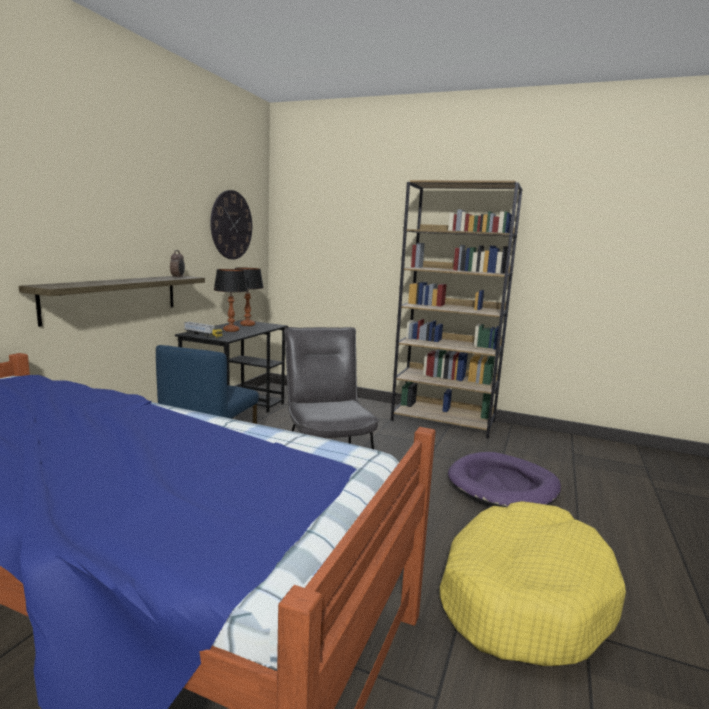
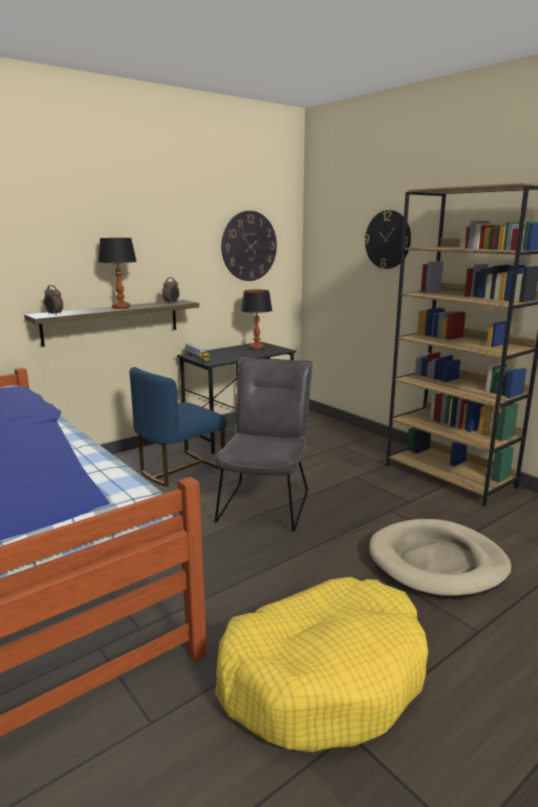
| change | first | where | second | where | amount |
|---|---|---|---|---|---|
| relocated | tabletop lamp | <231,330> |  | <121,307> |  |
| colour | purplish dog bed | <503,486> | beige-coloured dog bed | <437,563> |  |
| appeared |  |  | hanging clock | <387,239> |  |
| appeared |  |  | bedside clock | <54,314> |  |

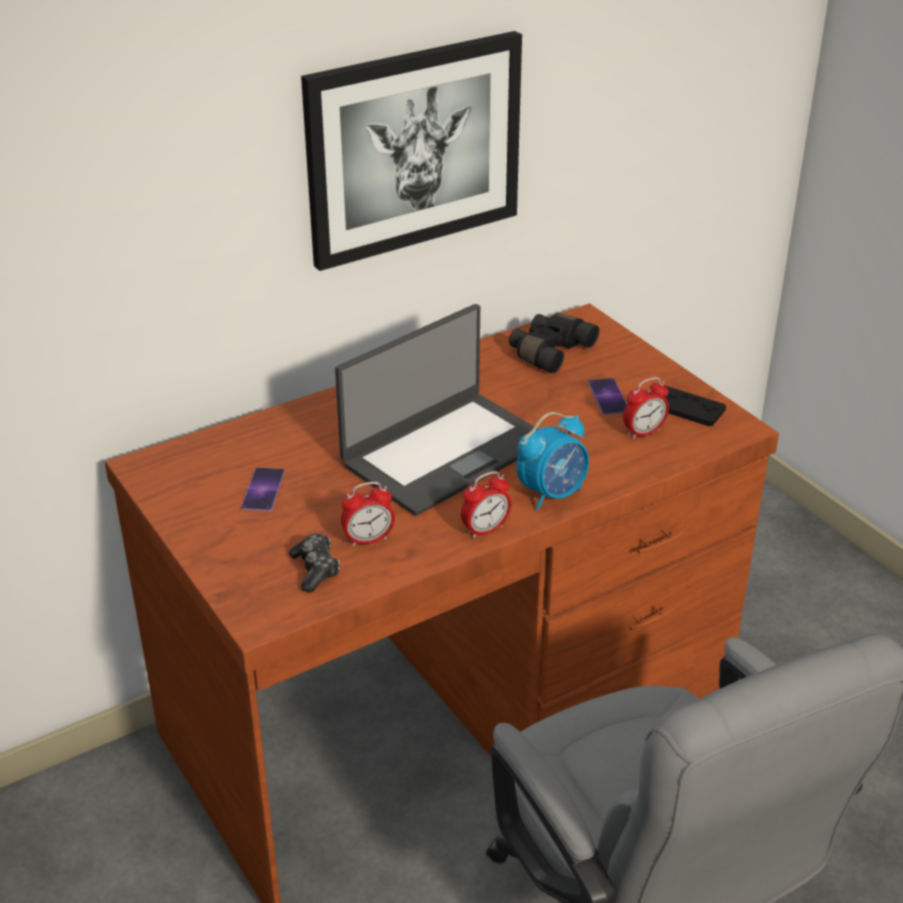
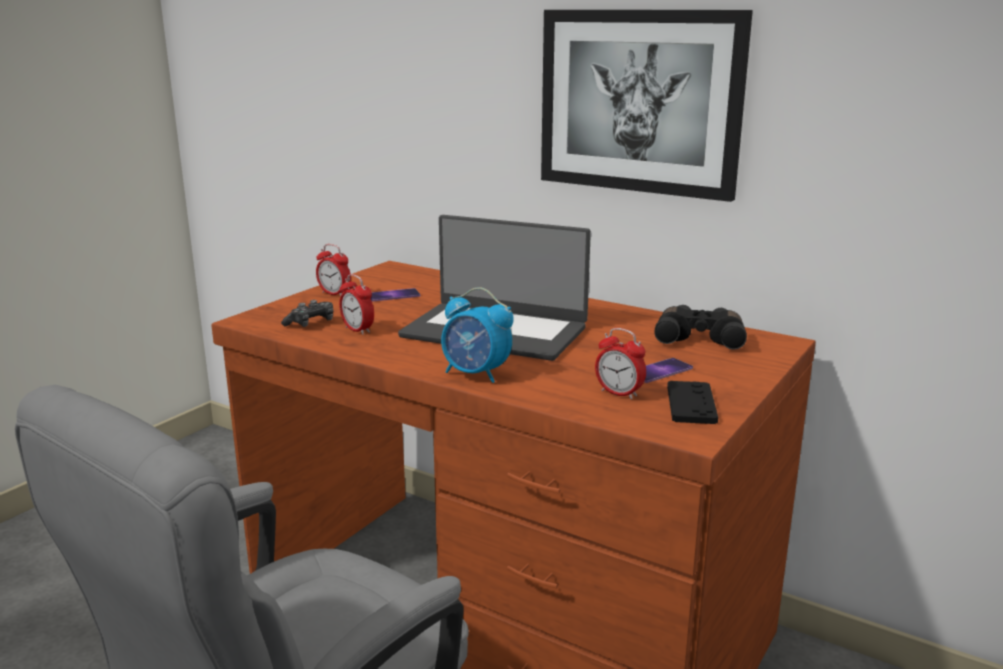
| change | first | where | second | where | amount |
|---|---|---|---|---|---|
| relocated | bedside clock | <485,530> |  | <334,294> |  |

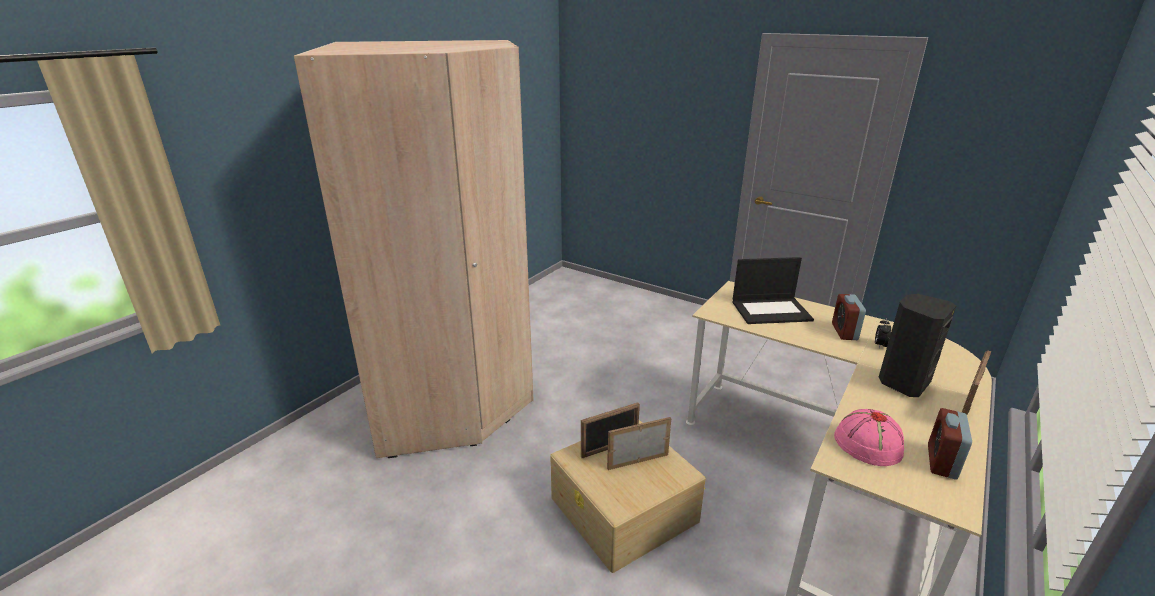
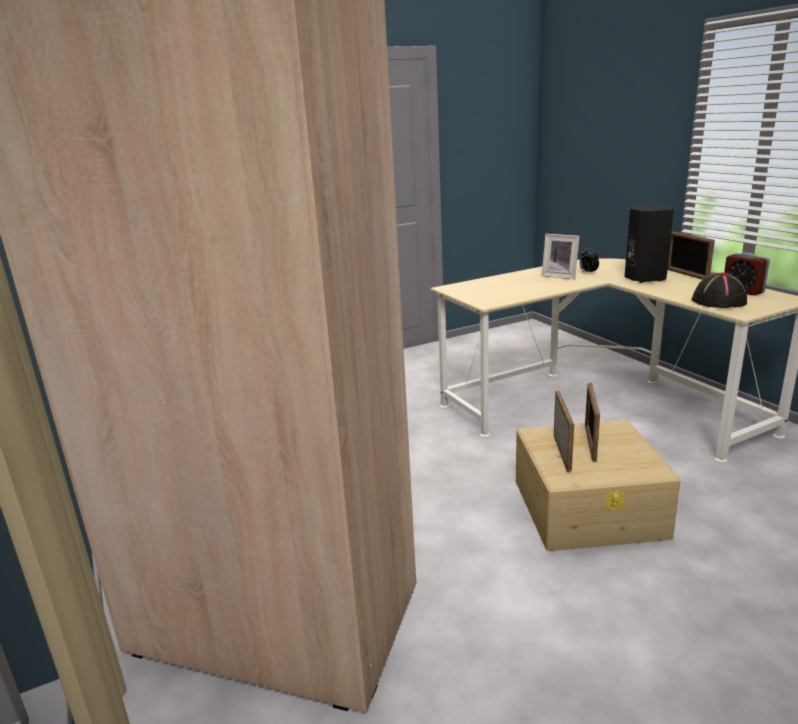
| change | first | where | second | where | amount |
|---|---|---|---|---|---|
| missing | notebook computer | <771,310> |  |  |  |
| exchanged | bedside clock | <844,332> | picture frame | <560,276> |  |
| colour | pinkish clothing hat | <867,444> | black-coloured clothing hat | <718,302> |  |

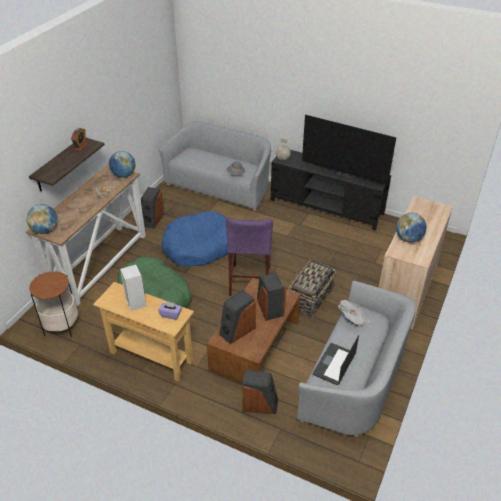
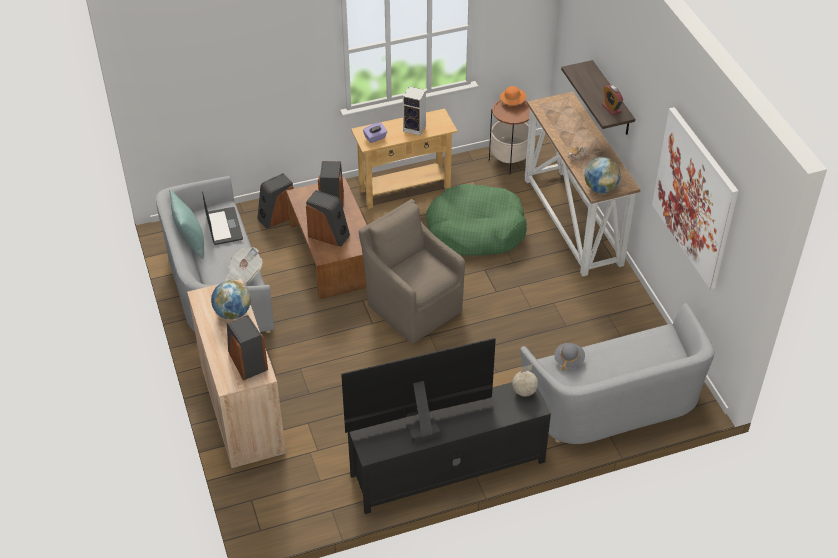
| change | first | where | second | where | amount |
|---|---|---|---|---|---|
| relocated | audio speaker | <153,220> |  | <247,361> |  |
| missing | globe | <45,230> |  |  |  |
| missing | bluish dog bed | <199,247> |  |  |  |
| exchanged | purplish sitting stool | <250,280> | brown lounge chair | <413,306> |  |
| missing | basket | <310,299> |  |  |  |
| appeared |  |  | orange-coloured clothing hat | <512,101> |  |
| appeared |  |  | wall art | <695,197> |  |
| appeared |  |  | turquoise throw pillow | <190,242> |  |

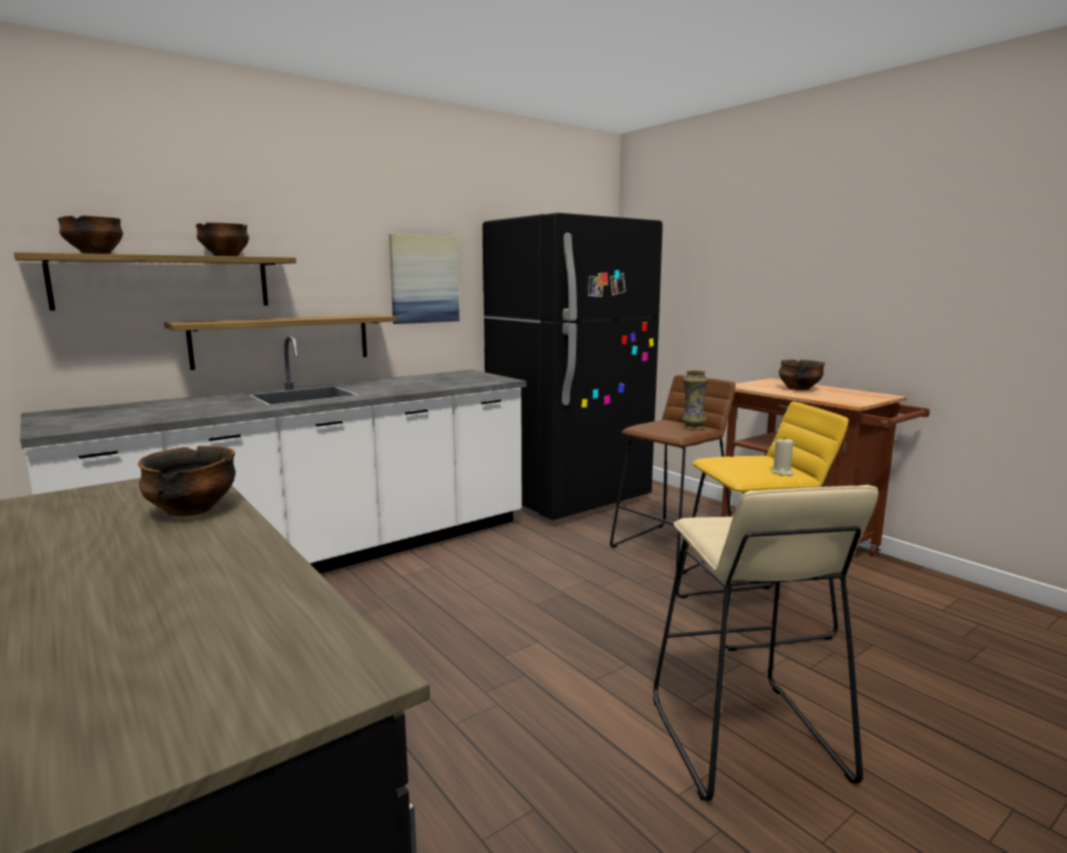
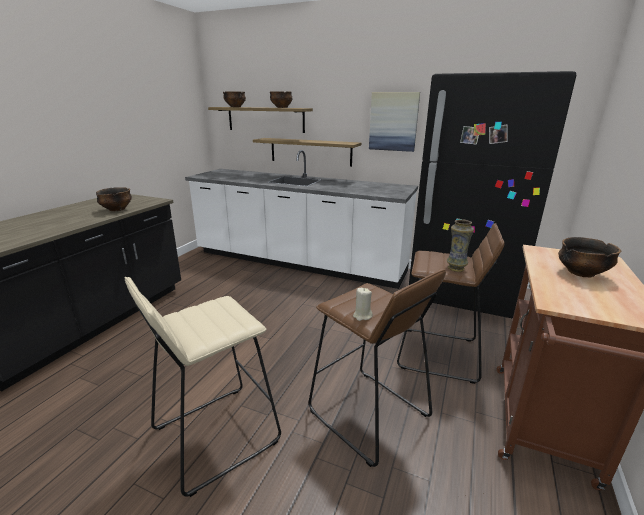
| change | first | where | second | where | amount |
|---|---|---|---|---|---|
| colour | yellow sitting stool | <752,616> | brown sitting stool | <368,415> |  |

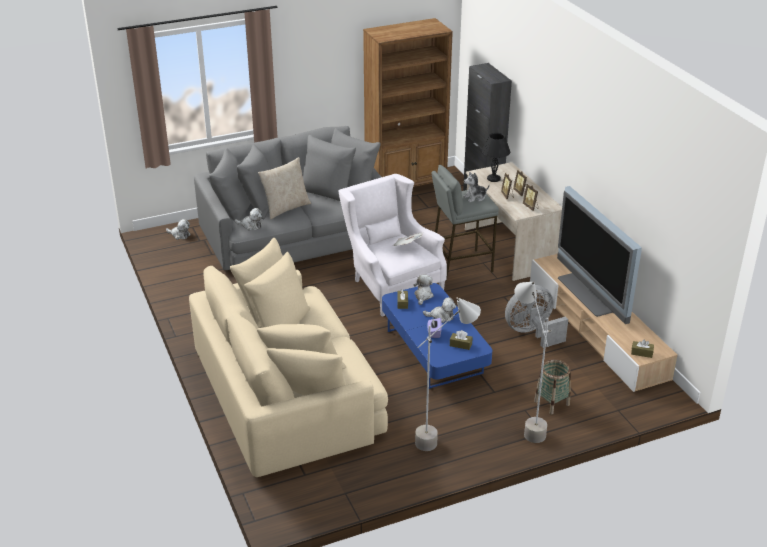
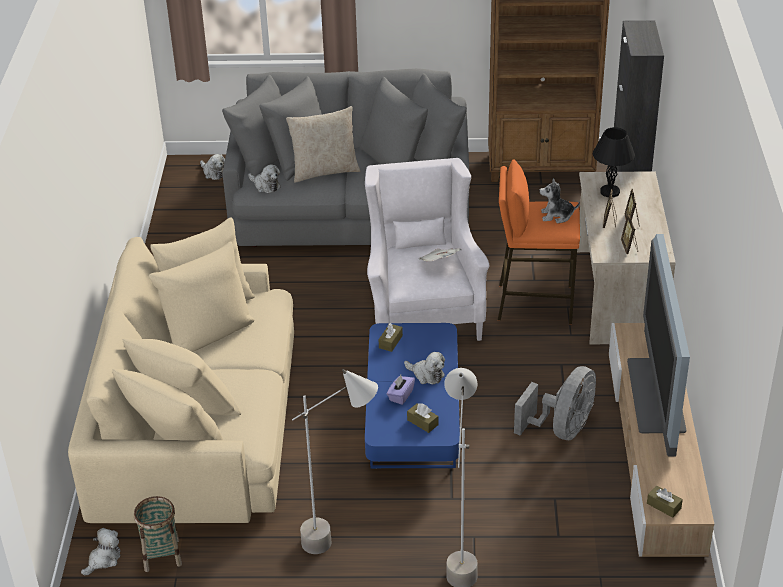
| change | first | where | second | where | amount |
|---|---|---|---|---|---|
| colour | grey sitting stool | <460,265> | orange-coloured sitting stool | <534,303> |  |
| relocated | cuddly toy | <423,296> |  | <103,559> |  |
| spun | grey cooling fan | <532,333> |  | <562,429> | 120 degrees clockwise |
| relocated | basket | <552,403> |  | <162,555> |  |

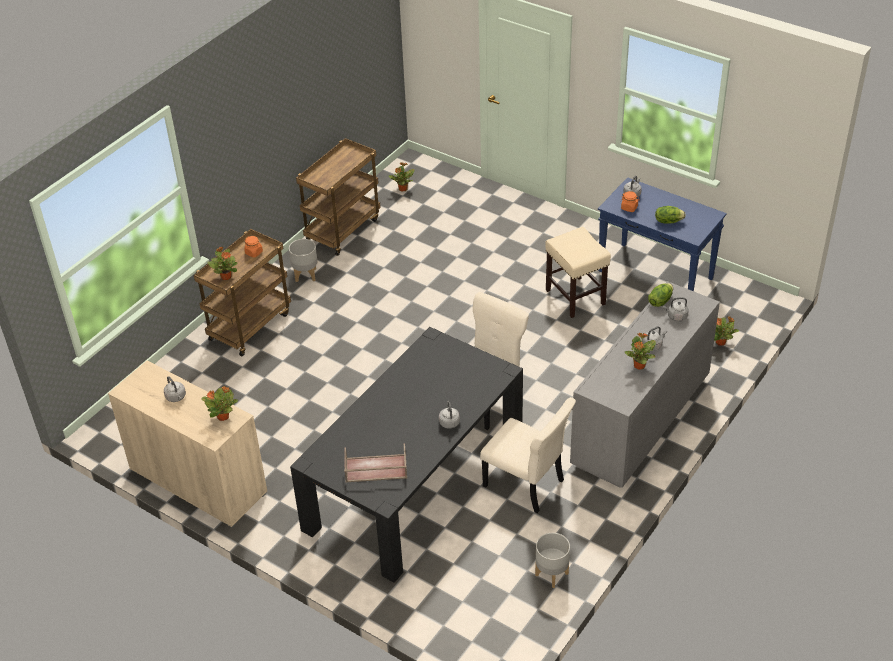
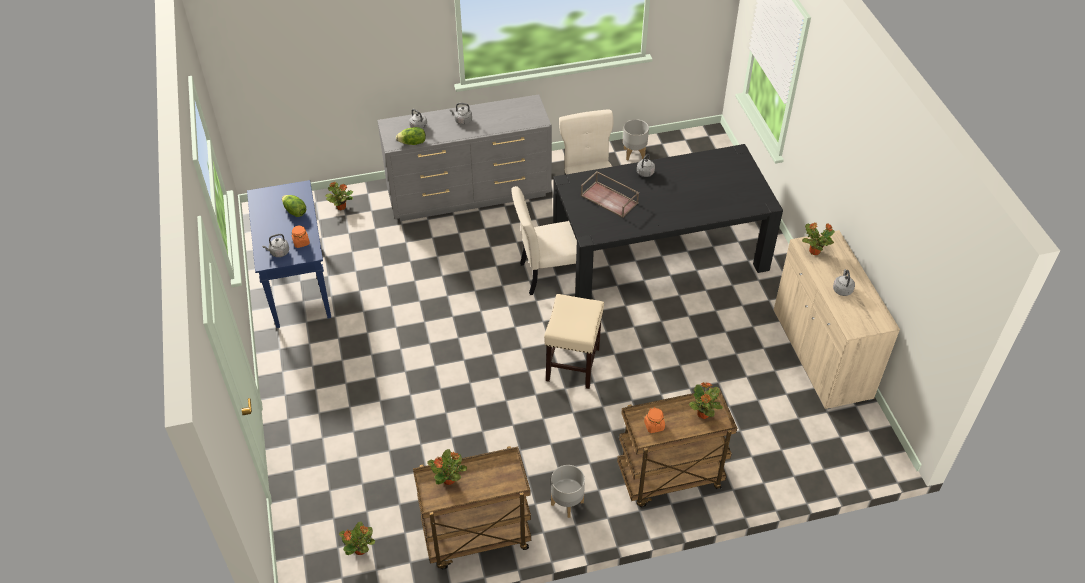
| change | first | where | second | where | amount |
|---|---|---|---|---|---|
| relocated | beige-coloured sitting stool | <576,297> |  | <573,363> |  |
| relocated | plant in a pot | <639,366> |  | <449,479> |  |
| relocated | brown carrying tray | <375,469> |  | <610,199> |  |

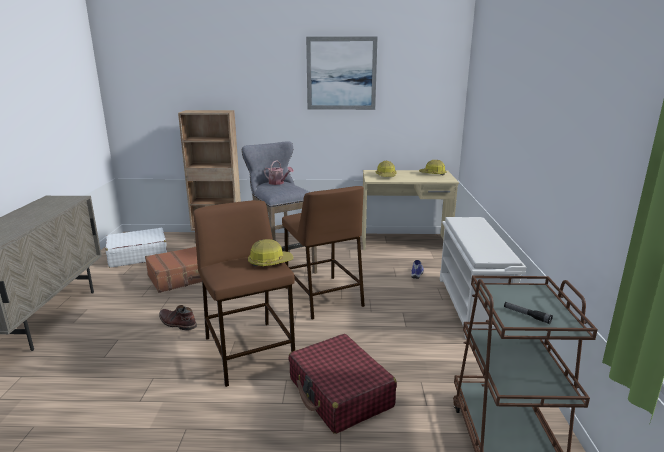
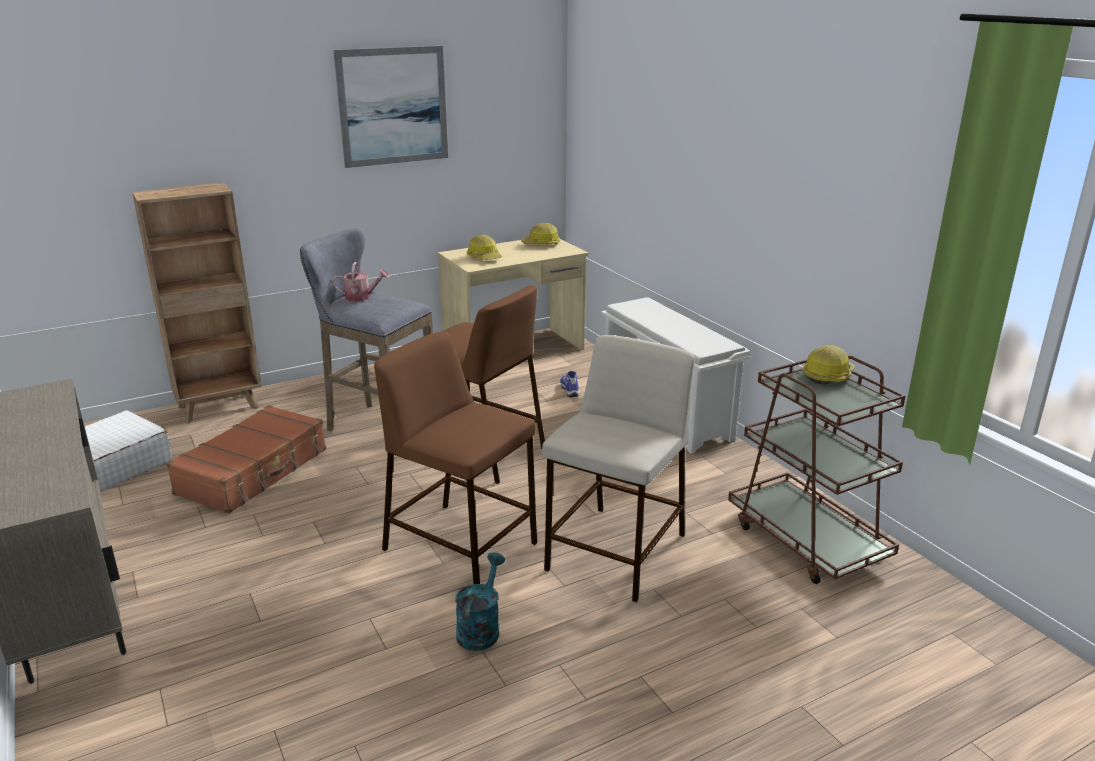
| change | first | where | second | where | amount |
|---|---|---|---|---|---|
| relocated | work helmet | <270,262> |  | <827,375> |  |
| missing | torch | <526,315> |  |  |  |
| missing | brown tall boot | <177,323> |  |  |  |
| exchanged | red-coloured suitcase | <340,393> | beige-coloured sitting stool | <616,553> |  |
| appeared |  |  | turquoise watering pot | <480,628> |  |

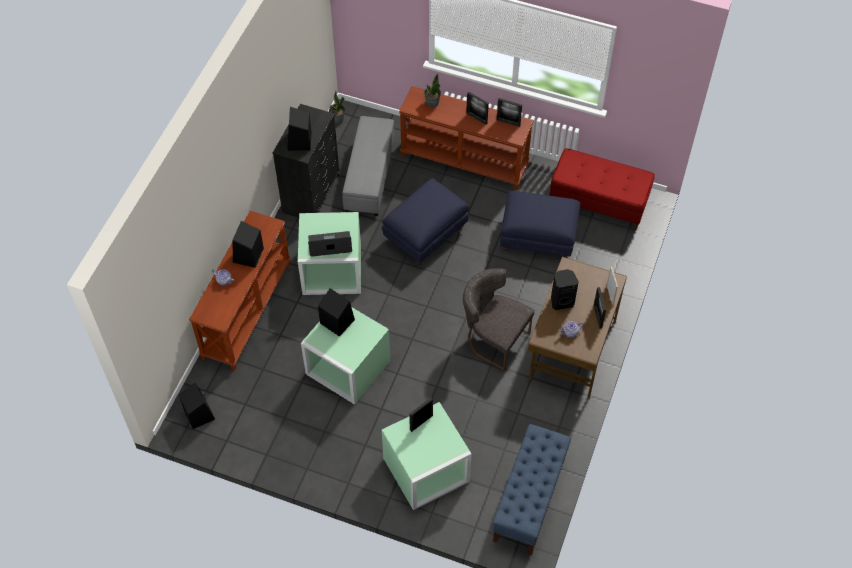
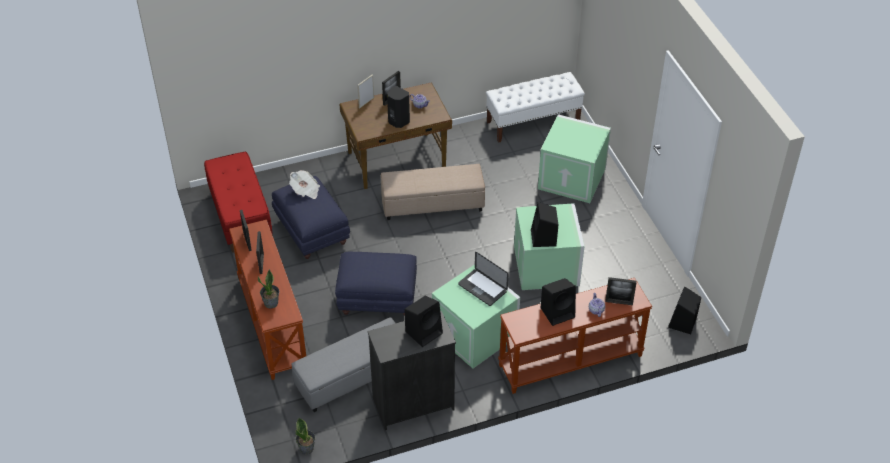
| change | first | where | second | where | amount |
|---|---|---|---|---|---|
| exchanged | grey plain chair | <493,338> | beige-coloured footrest | <432,204> |  |
| relocated | picture frame | <421,422> |  | <619,302> |  |
| colour | bluish long seat | <529,500> | whitish long seat | <533,122> |  |
| appeared |  |  | newspaper | <305,190> |  |

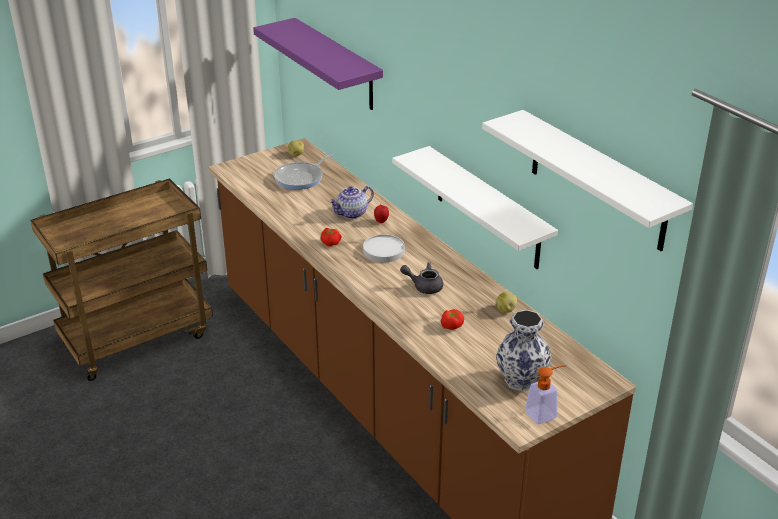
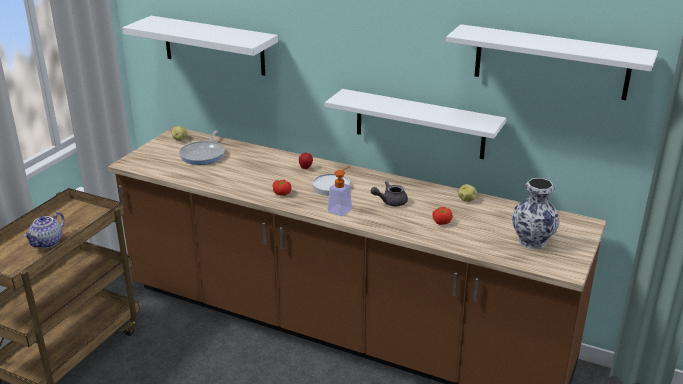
| change | first | where | second | where | amount |
|---|---|---|---|---|---|
| colour | purplish shelf | <337,64> | whitish shelf | <213,45> |  |
| relocated | tea pot | <352,214> |  | <48,243> |  |
| relocated | soap bottle | <545,413> |  | <342,209> |  |

